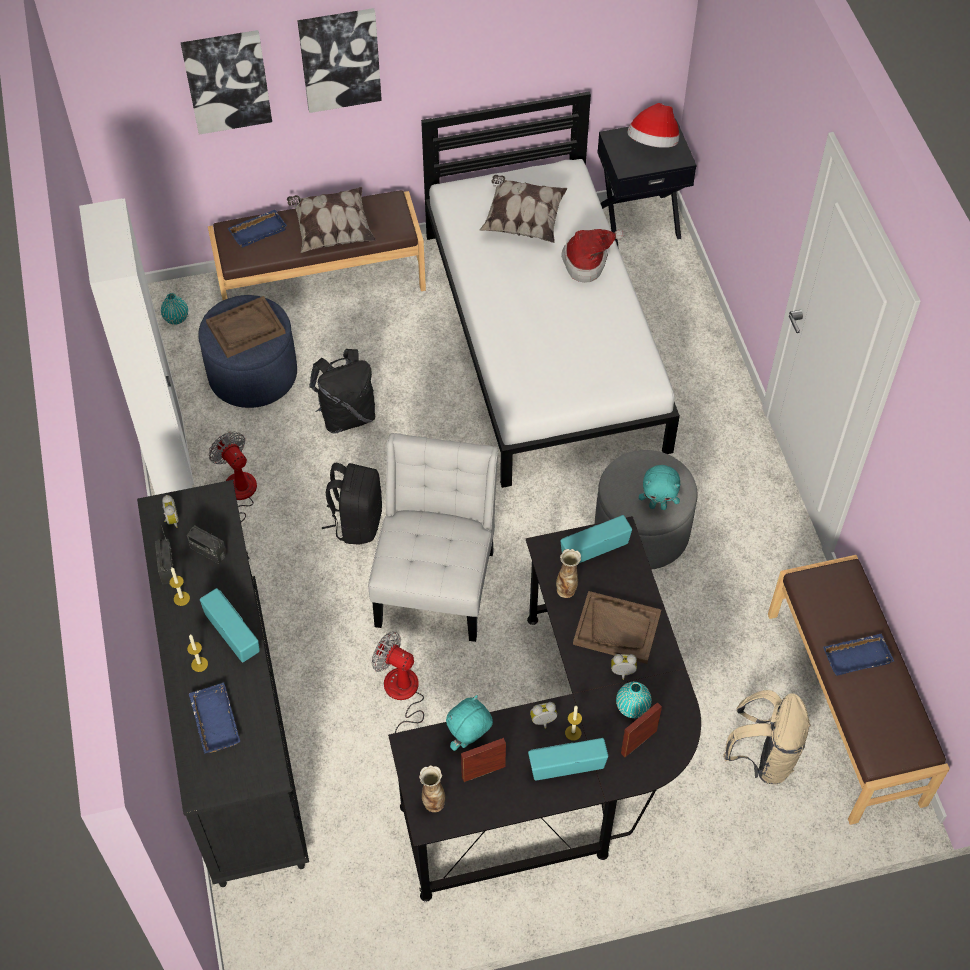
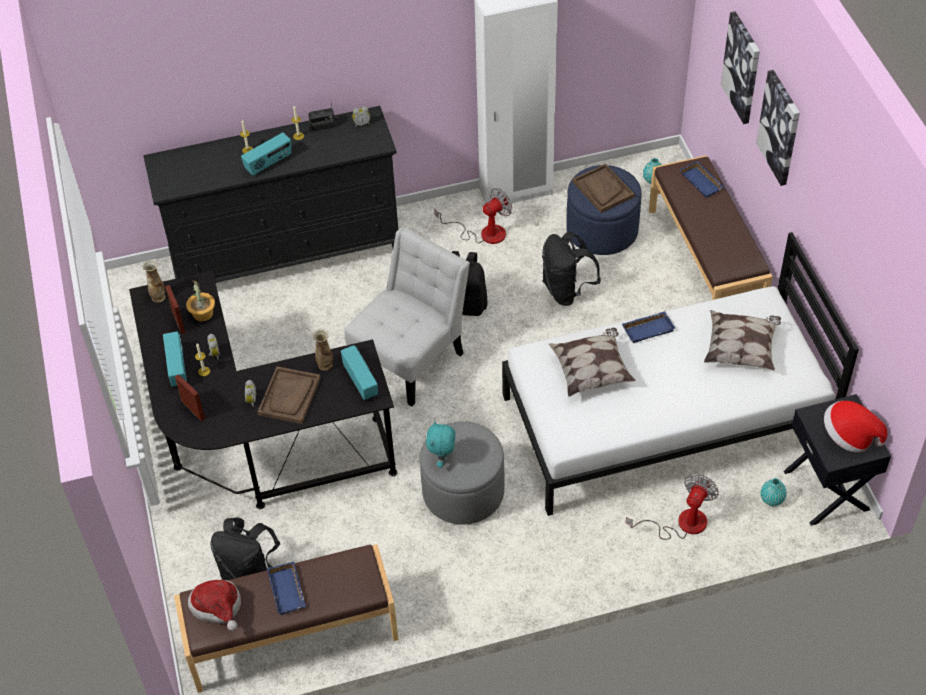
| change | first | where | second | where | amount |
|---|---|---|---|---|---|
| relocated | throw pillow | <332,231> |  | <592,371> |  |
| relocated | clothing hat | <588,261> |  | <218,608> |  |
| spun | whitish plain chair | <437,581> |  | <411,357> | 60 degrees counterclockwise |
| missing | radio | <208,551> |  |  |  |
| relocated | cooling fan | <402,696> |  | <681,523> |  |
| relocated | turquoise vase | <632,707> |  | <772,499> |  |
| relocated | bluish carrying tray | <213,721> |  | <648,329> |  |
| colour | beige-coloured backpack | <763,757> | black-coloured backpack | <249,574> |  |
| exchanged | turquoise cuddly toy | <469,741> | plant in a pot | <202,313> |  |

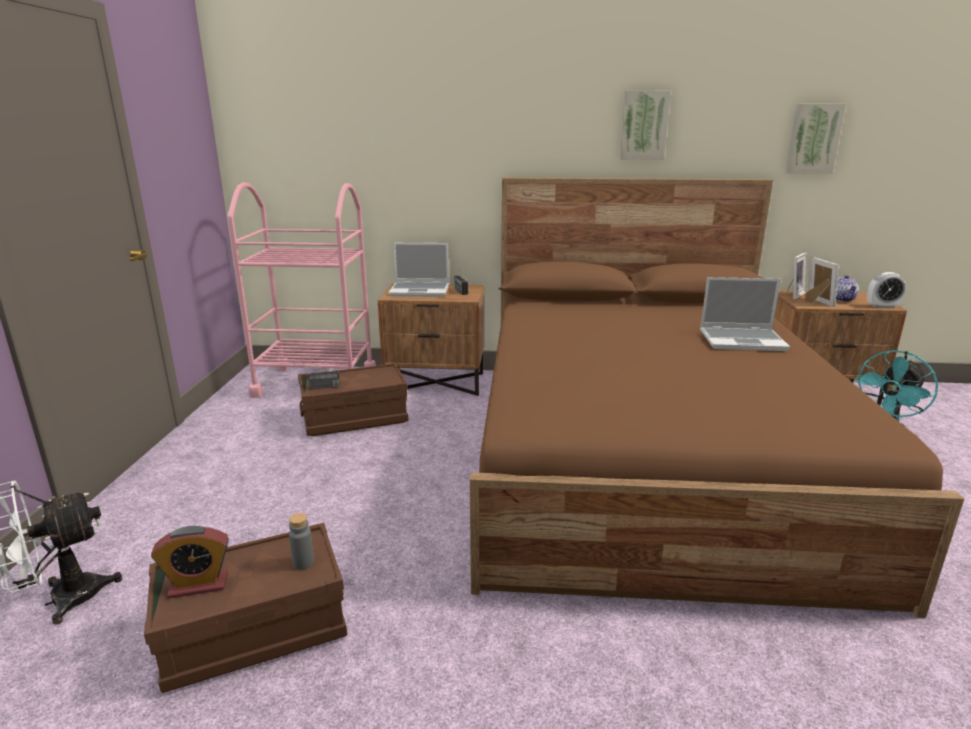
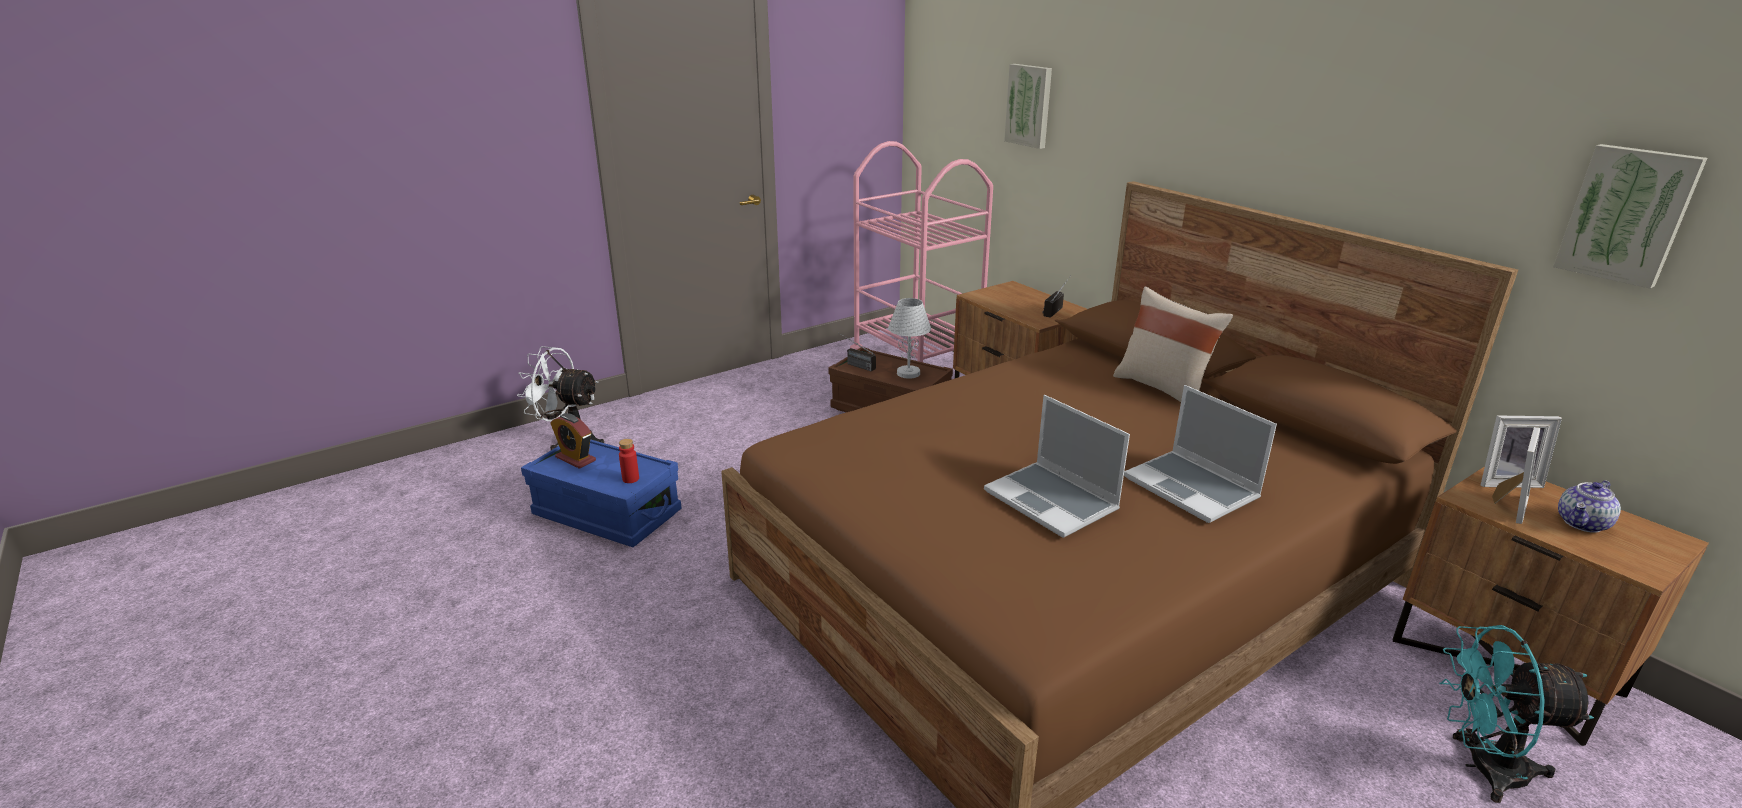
| change | first | where | second | where | amount |
|---|---|---|---|---|---|
| relocated | wall art | <644,125> |  | <1029,105> |  |
| relocated | notebook computer | <420,291> |  | <1053,501> |  |
| missing | bedside clock | <882,306> |  |  |  |
| colour | grey beverage bottle | <303,563> | red-coloured beverage bottle | <630,479> |  |
| colour | brown storage box | <255,631> | bluish storage box | <607,514> |  |
| appeared |  |  | beige-coloured throw pillow | <1163,388> |  |
| appeared |  |  | whitish tabletop lamp | <908,373> |  |

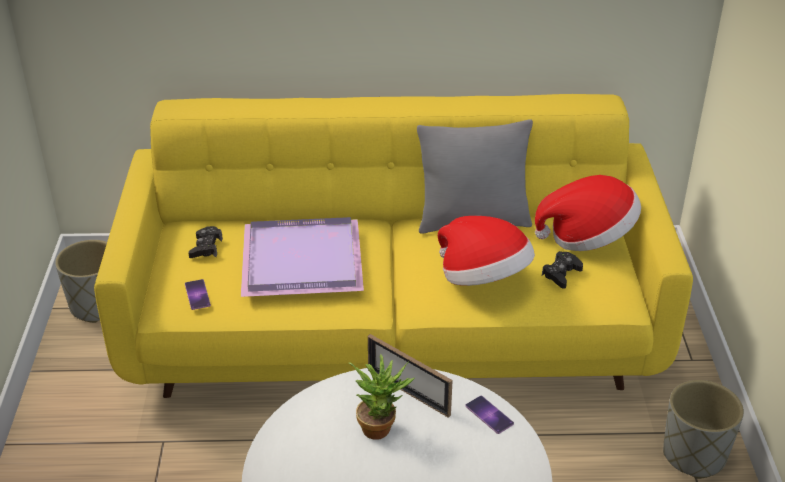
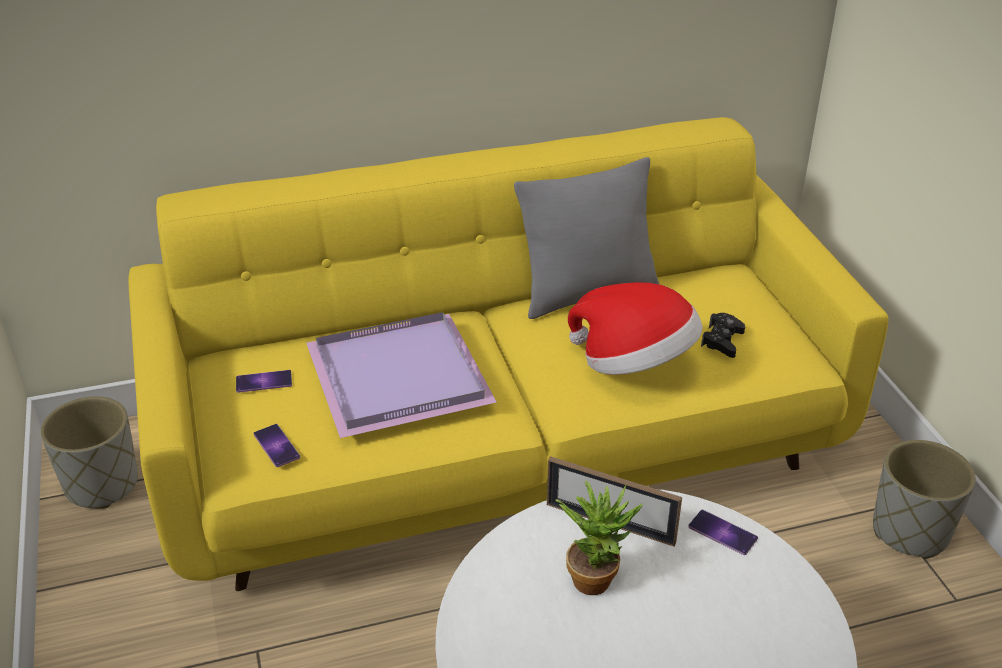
| change | first | where | second | where | amount |
|---|---|---|---|---|---|
| missing | clothing hat | <588,237> |  |  |  |
| exchanged | black-coloured game controller | <206,247> | handset | <264,381> |  |

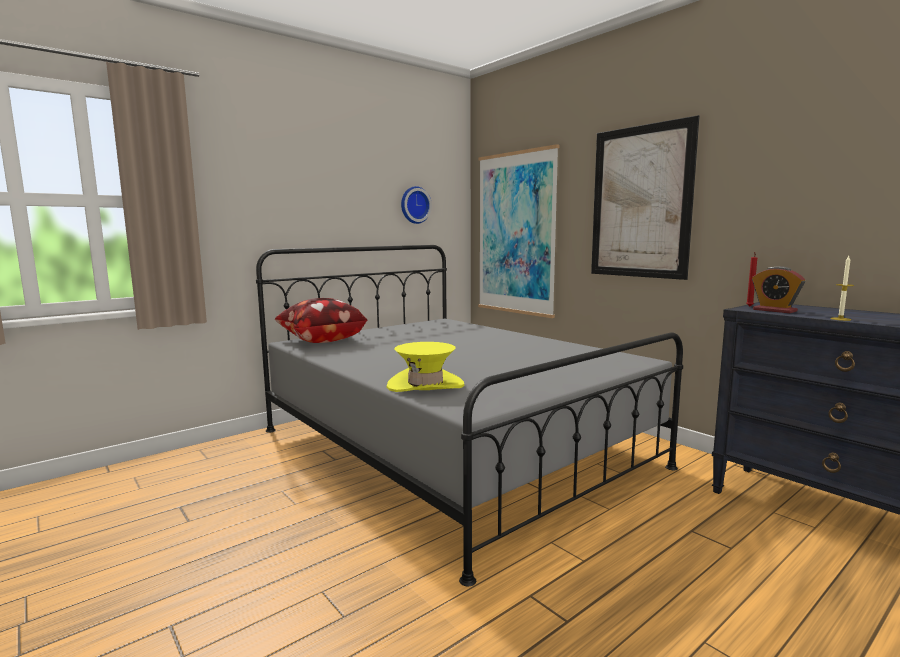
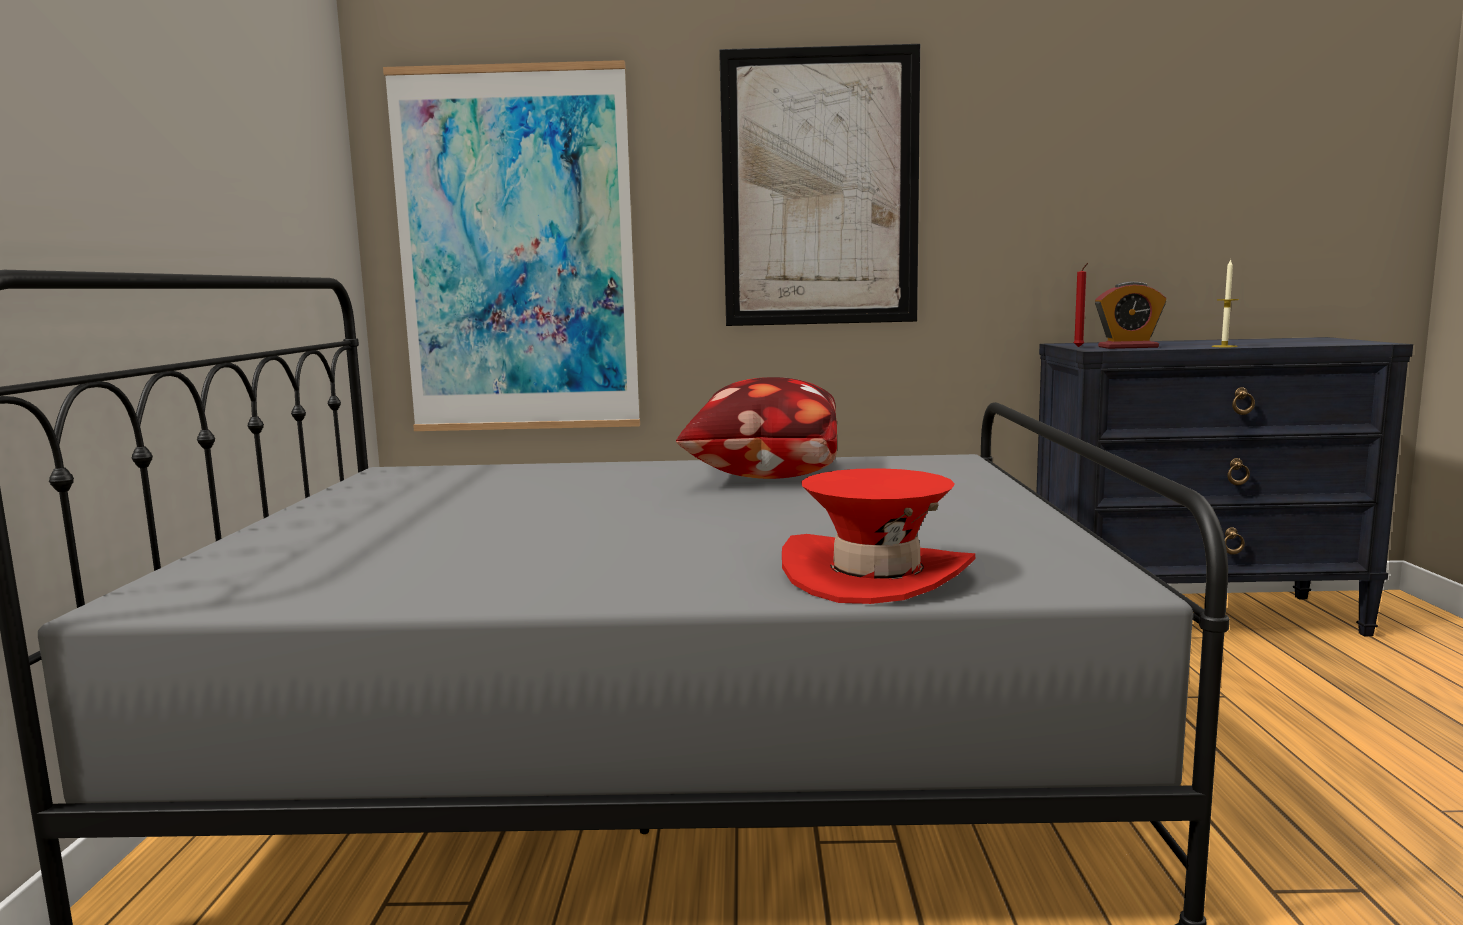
| change | first | where | second | where | amount |
|---|---|---|---|---|---|
| missing | hanging clock | <414,205> |  |  |  |
| relocated | throw pillow | <321,341> |  | <762,476> |  |
| colour | yellow clothing hat | <425,385> | red-coloured clothing hat | <876,574> |  |

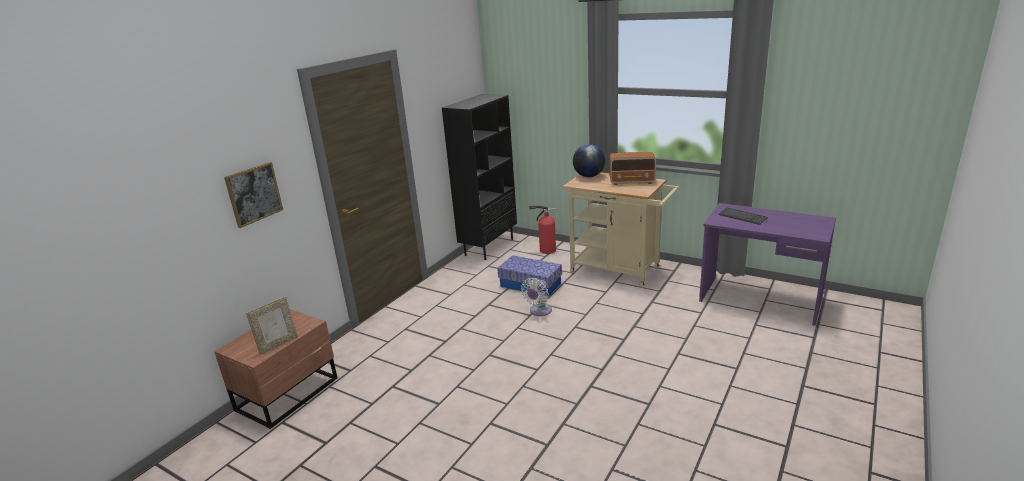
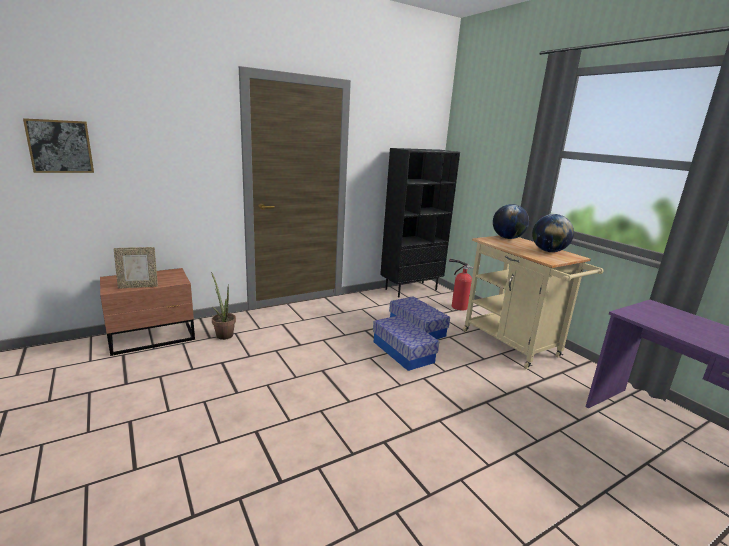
| change | first | where | second | where | amount |
|---|---|---|---|---|---|
| exchanged | radio | <632,182> | globe | <548,251> |  |
| relocated | wall art | <254,194> |  | <60,146> |  |
| missing | keyboard | <742,217> |  |  |  |
| exchanged | whitish cooling fan | <539,311> | storage box | <403,352> |  |
| appeared |  |  | plant in a pot | <223,334> |  |

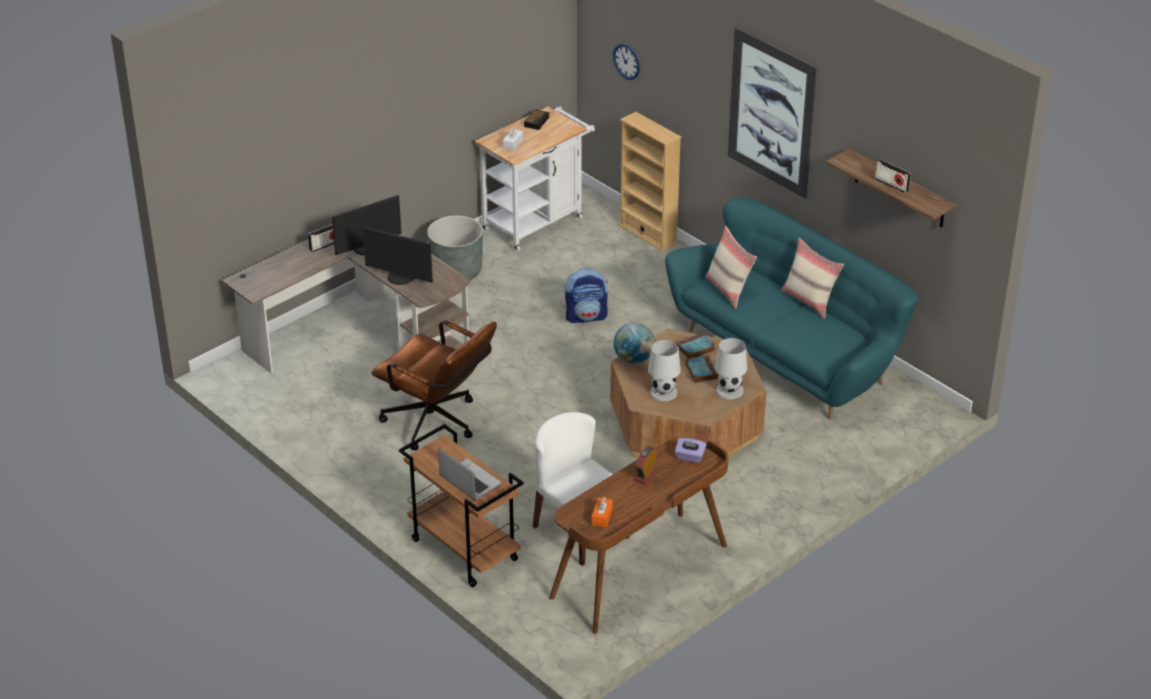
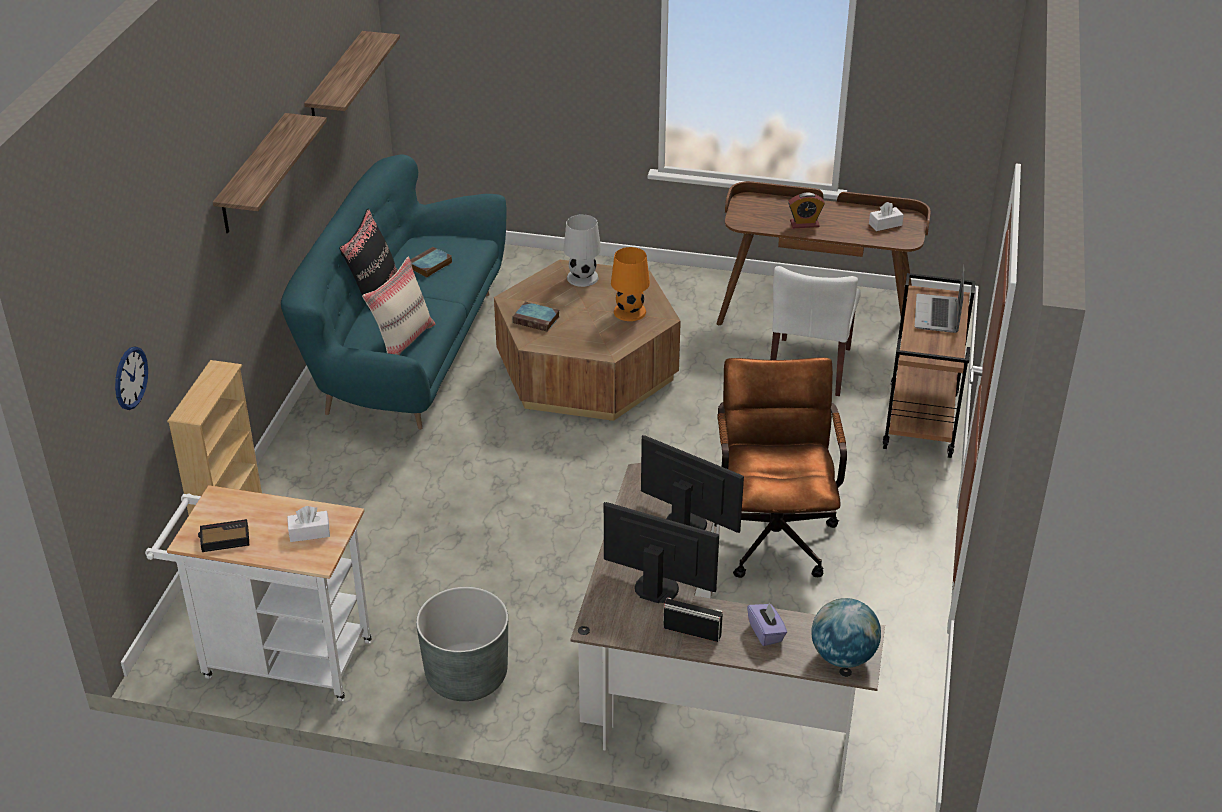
| change | first | where | second | where | amount |
|---|---|---|---|---|---|
| exchanged | wall art | <771,113> | shelf | <253,175> |  |
| missing | radio | <892,185> |  |  |  |
| spun | monitor | <400,277> |  | <687,522> | 45 degrees counterclockwise |
| colour | beige-coloured throw pillow | <809,301> | black-coloured throw pillow | <373,288> |  |
| missing | backpack | <586,316> |  |  |  |
| relocated | globe | <634,359> |  | <843,656> |  |
| colour | whitish tabletop lamp | <663,392> | orange-coloured tabletop lamp | <630,312> |  |
| relocated | bound book | <700,371> |  | <429,265> |  |
| relocated | purplish tissue holder | <690,457> |  | <766,632> |  |
| colour | orange-coloured tissue holder | <602,517> | whitish tissue holder | <885,224> |  |

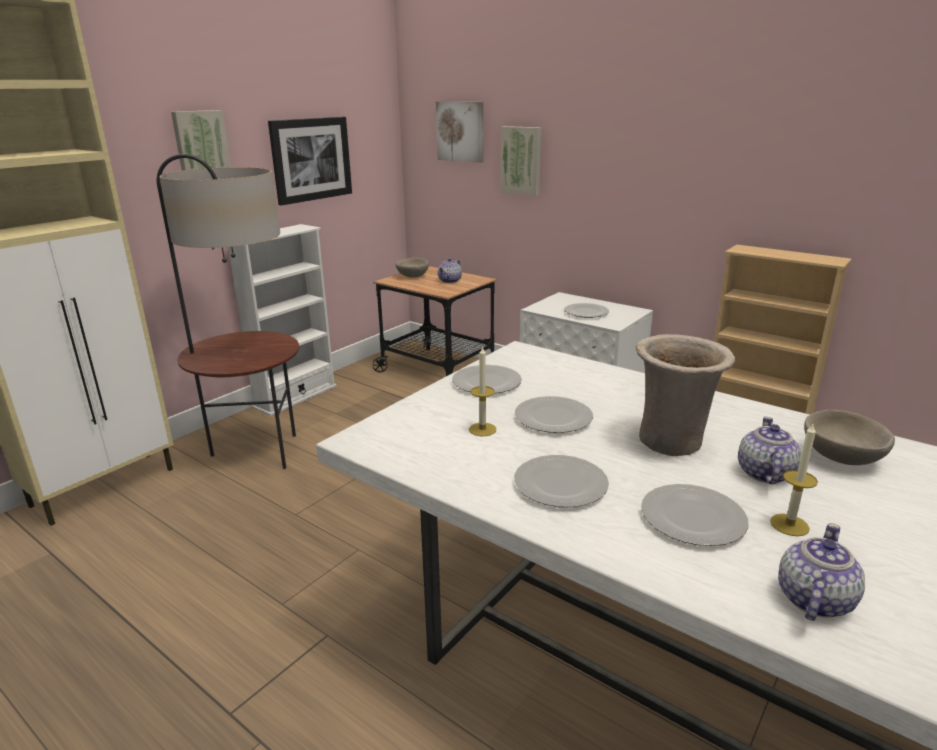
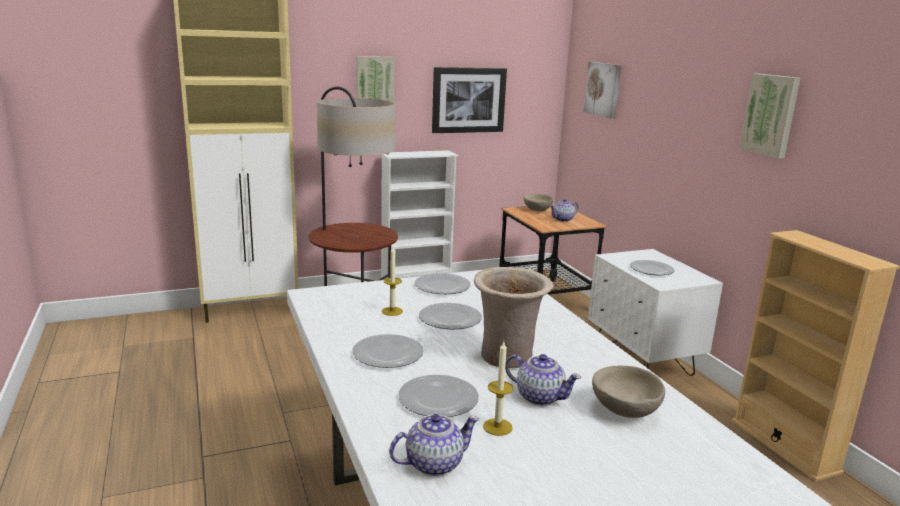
| change | first | where | second | where | amount |
|---|---|---|---|---|---|
| relocated | wall art | <521,160> |  | <771,115> |  |
| spun | tea pot | <764,474> |  | <539,396> | 75 degrees clockwise |

